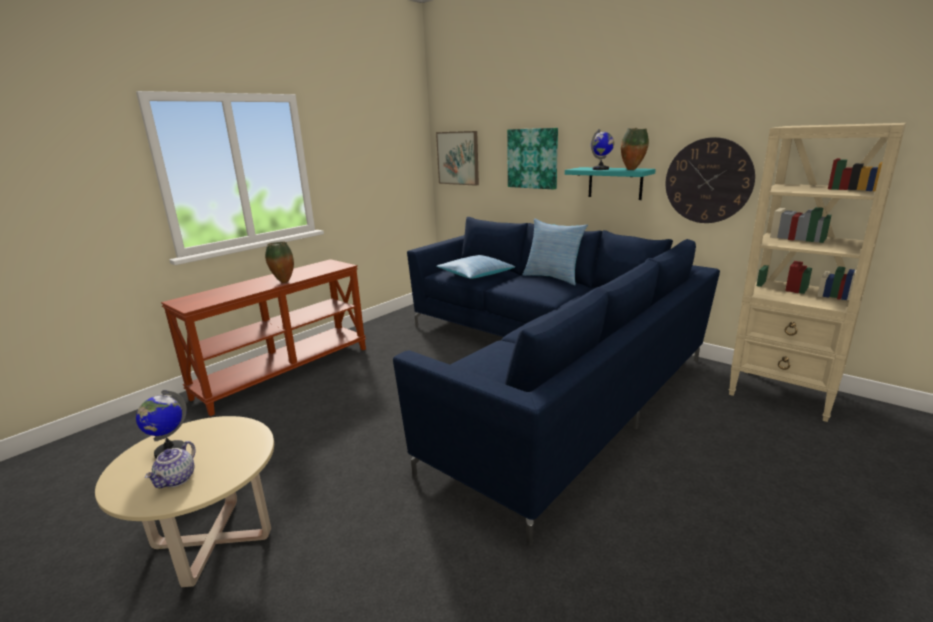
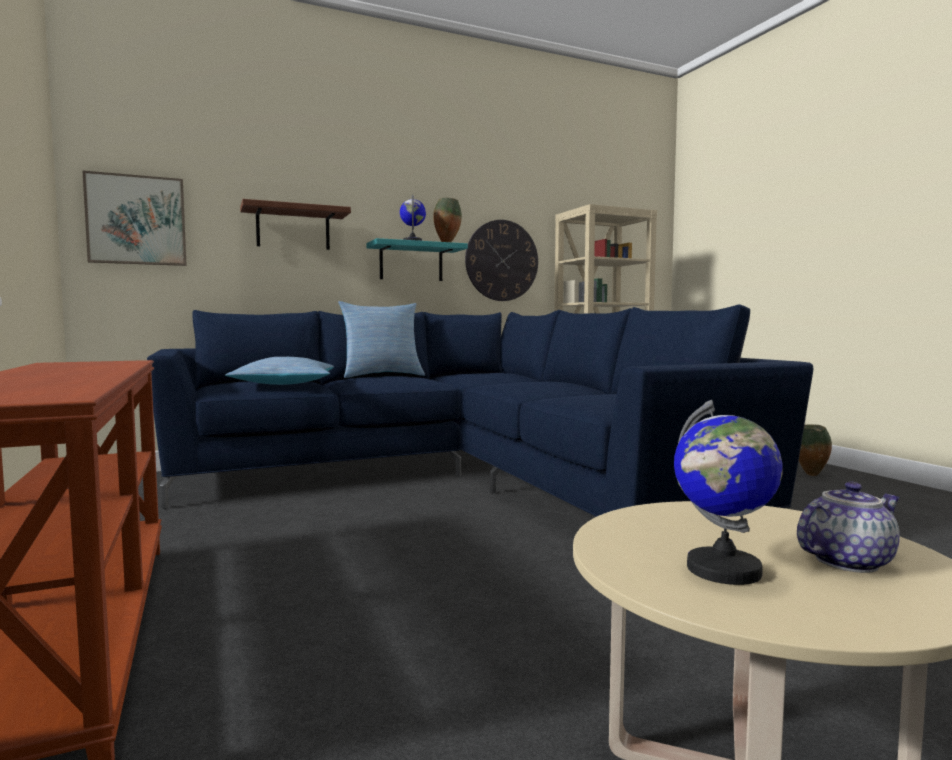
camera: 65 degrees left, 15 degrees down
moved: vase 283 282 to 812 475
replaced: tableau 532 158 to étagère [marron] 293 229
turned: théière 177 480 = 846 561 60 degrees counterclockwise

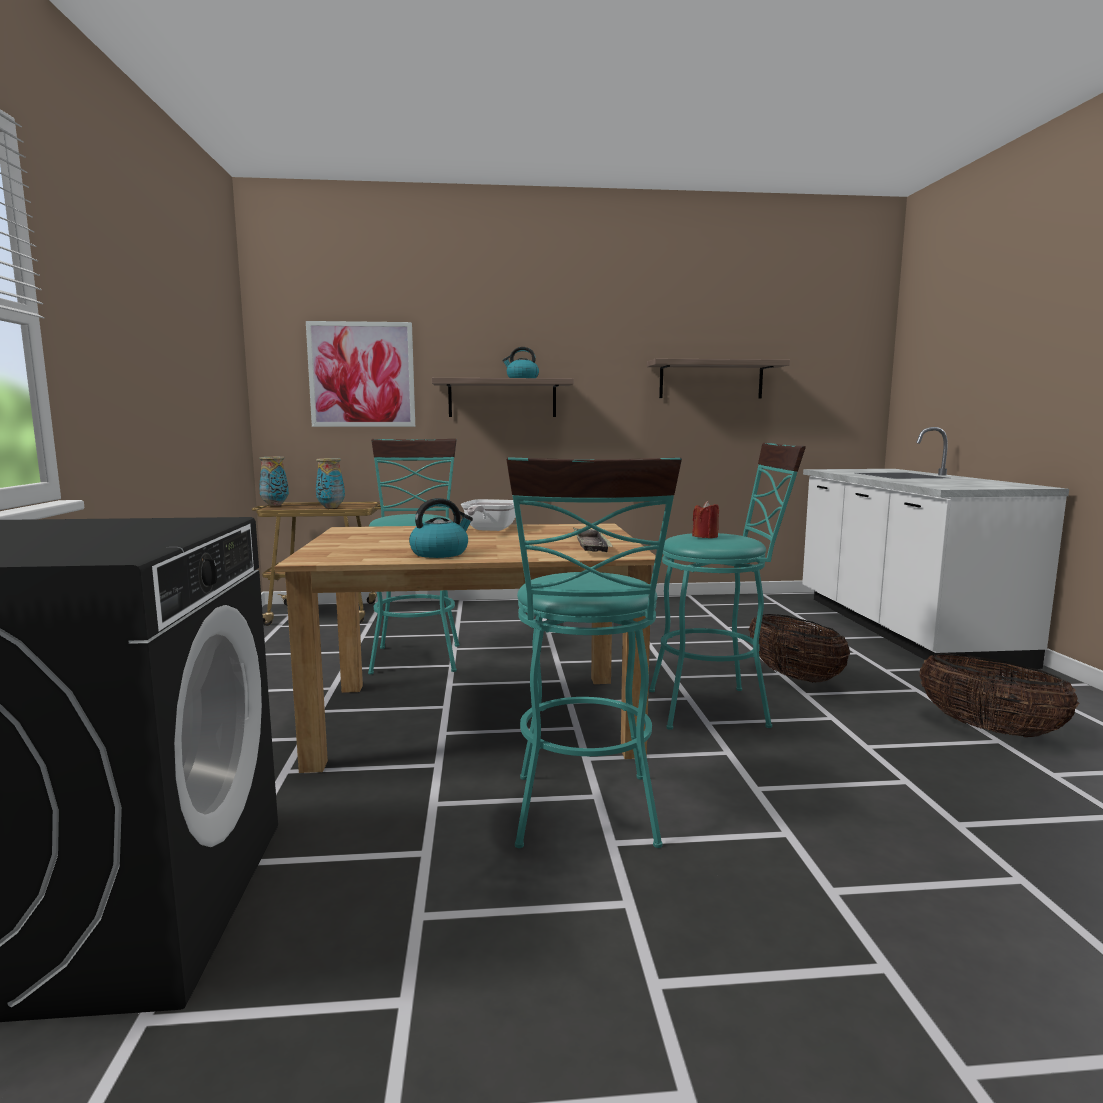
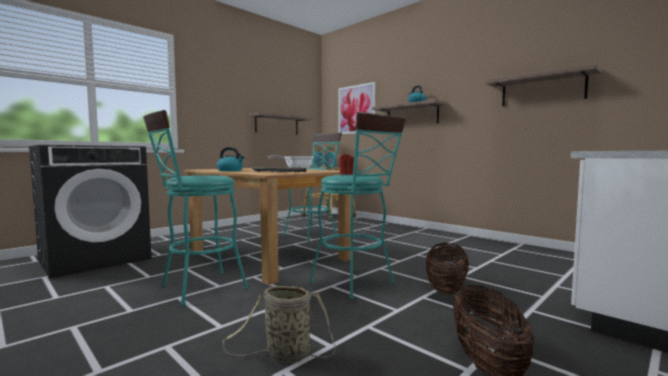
camera: 50 degrees right, 5 degrees down
added: panier 285 355; étagère 277 124

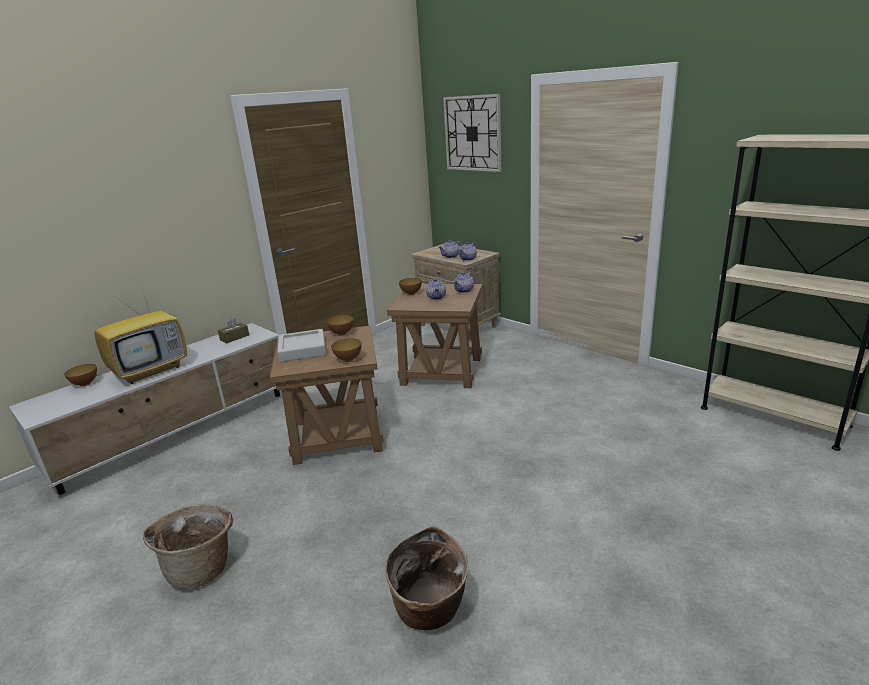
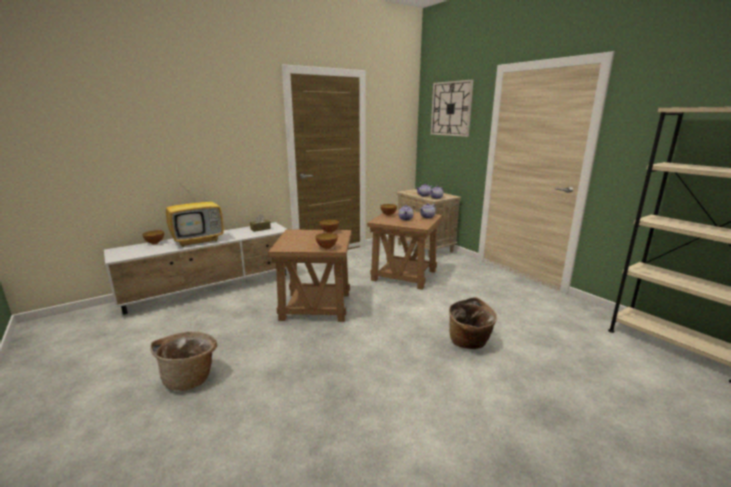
camera: 10 degrees right, 5 degrees down
removed: plateau [gris] 302 350
moved: panier 430 610 to 469 343

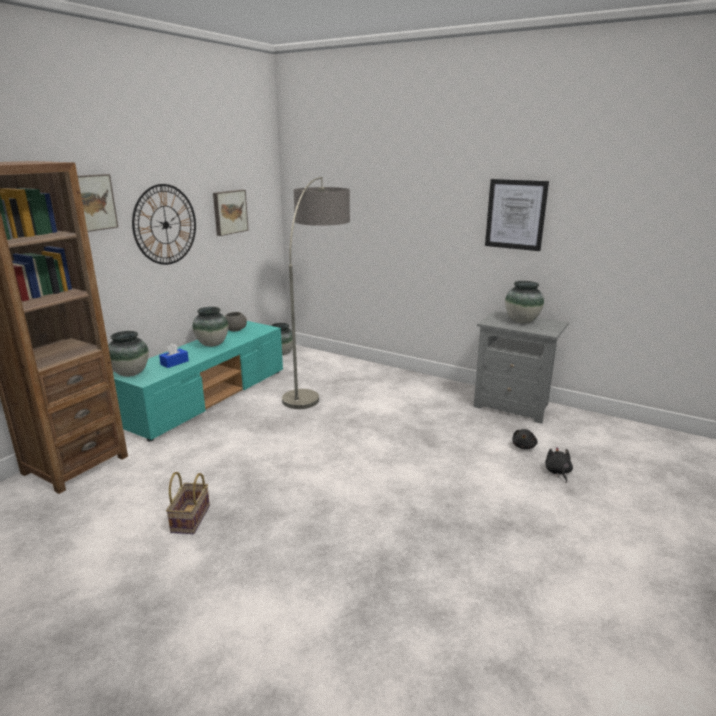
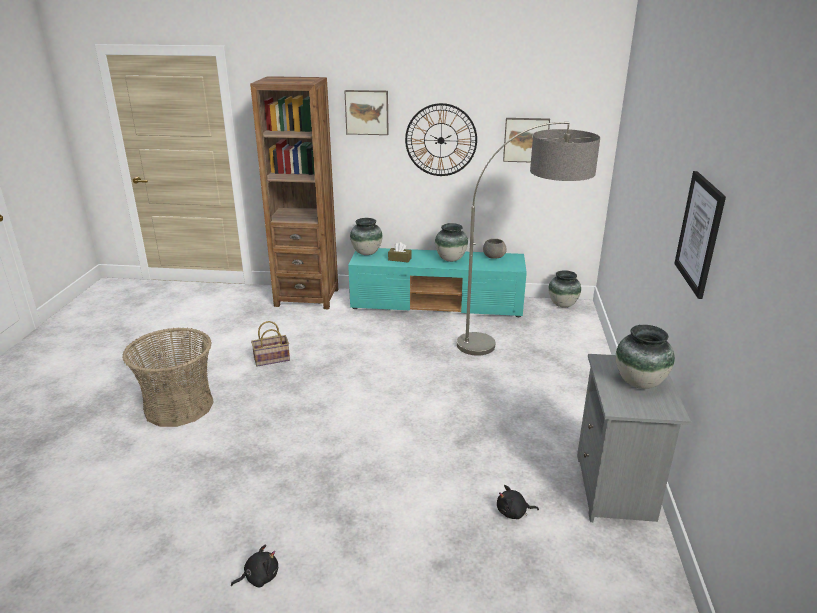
camera: 65 degrees right, 5 degrees up
added: panier 179 406
moved: peluche [noir] 557 472 to 259 577
recoloured: boîte à mouchoirs [bleu] 174 363 to boîte à mouchoirs [marron] 399 259

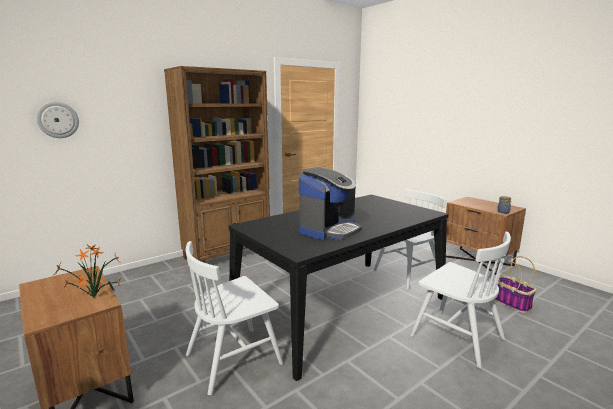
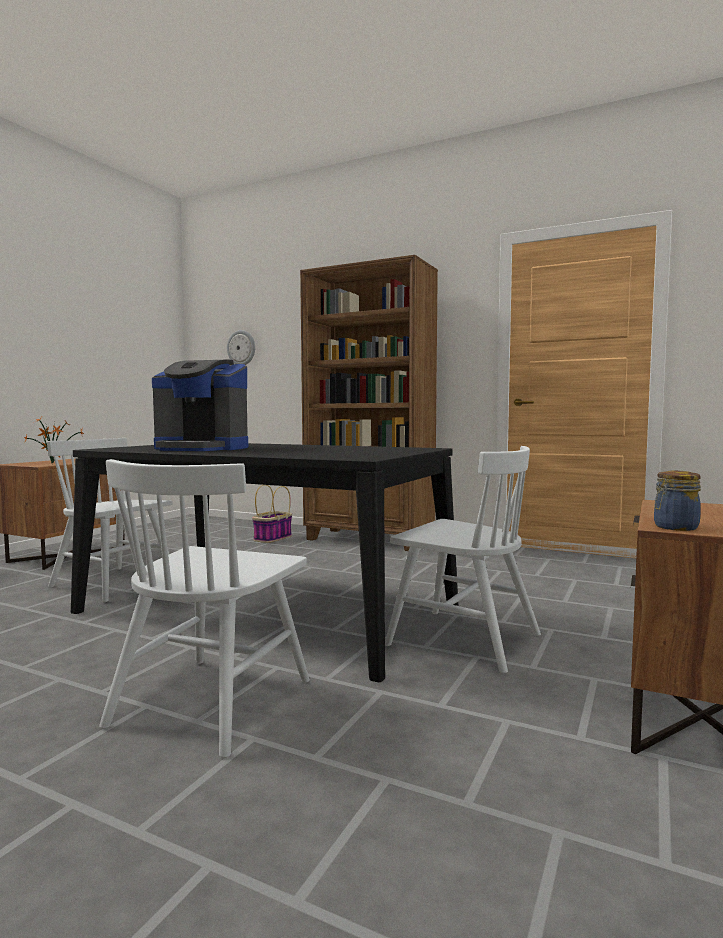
camera: 65 degrees right, 10 degrees down
moved: panier 512 303 to 272 538

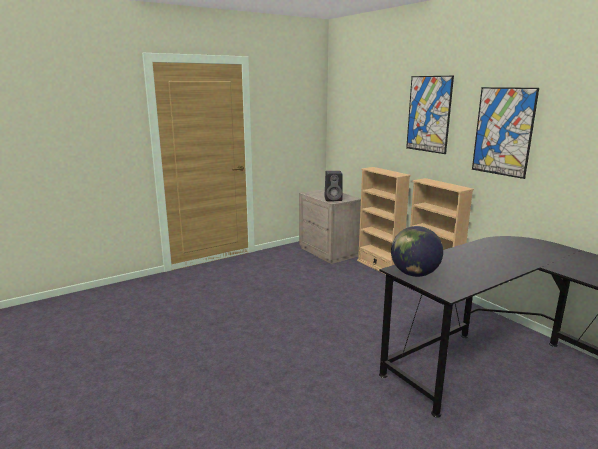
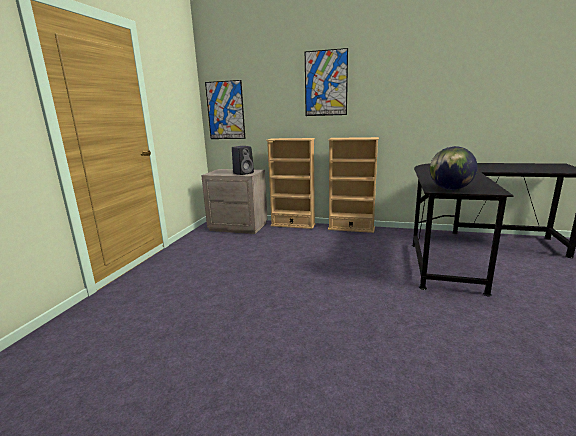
camera: 40 degrees left, 0 degrees up
moved: tableau 503 131 to 225 110

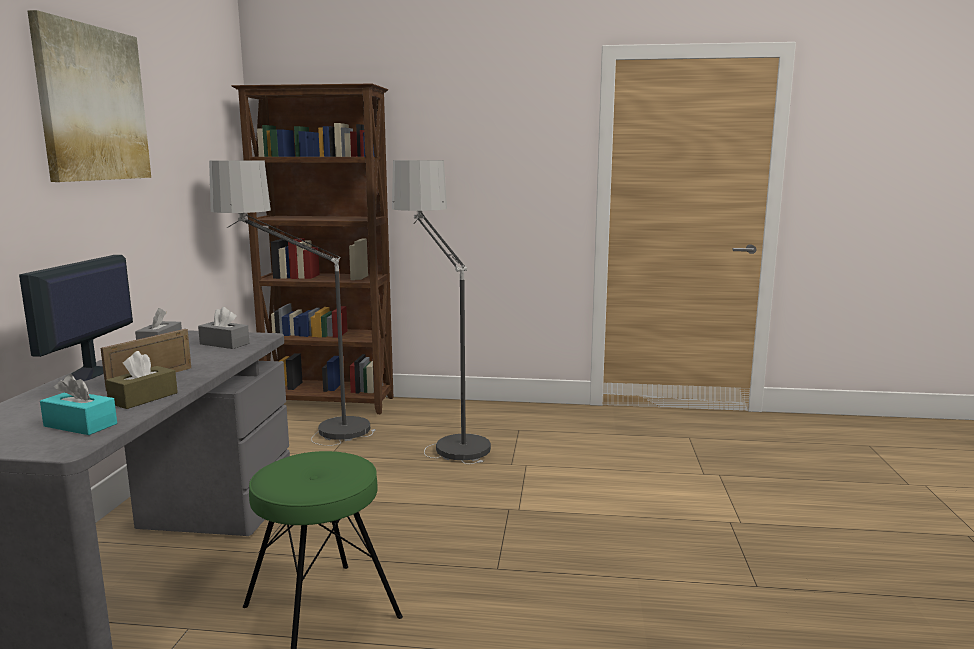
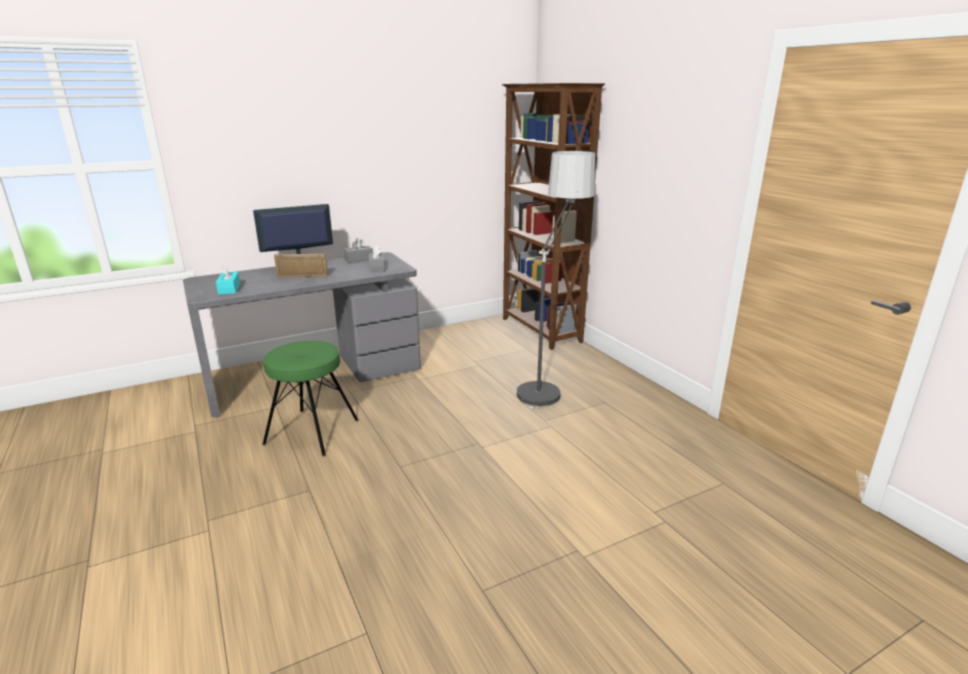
camera: 55 degrees right, 10 degrees up
removed: tableau 92 104; boîte à mouchoirs [marron] 143 398; lampadaire 302 433

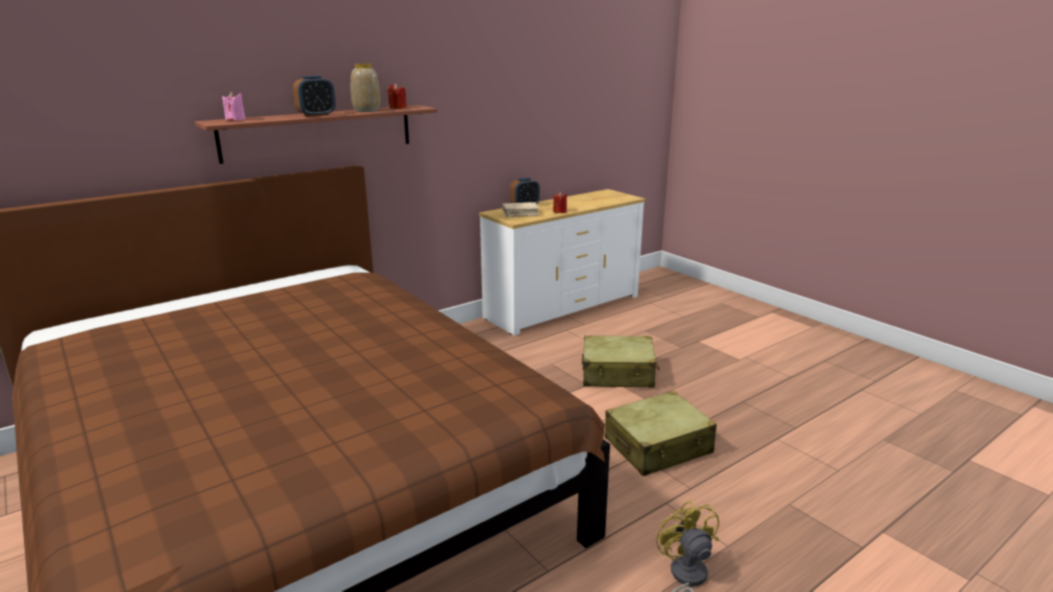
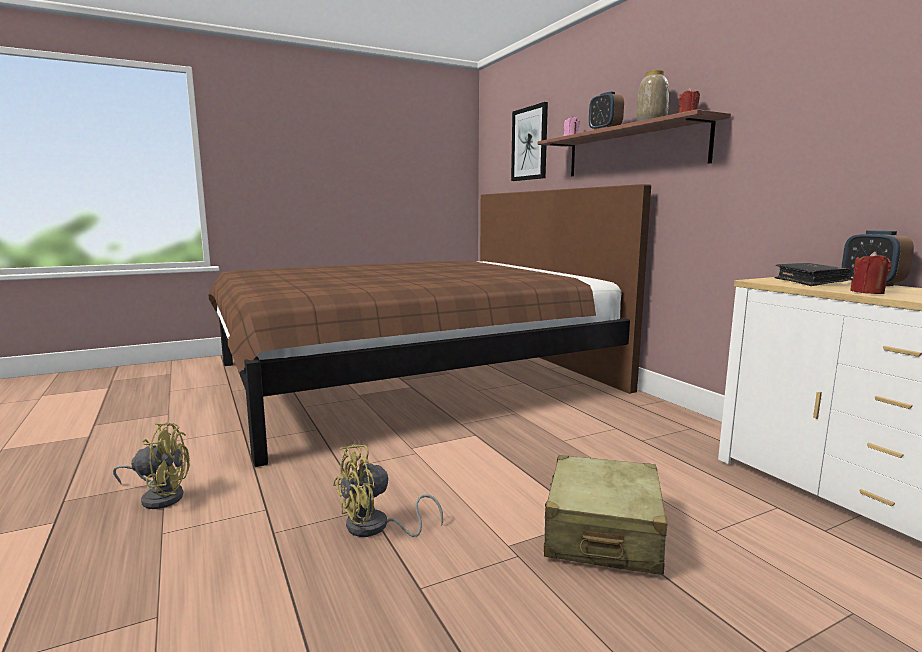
camera: 100 degrees right, 10 degrees down
added: tableau 529 143
replaced: valise [beige] 658 446 to ventilateur [jaune] 376 528
recoloured: livre [beige] 520 214 to livre [noir] 810 282

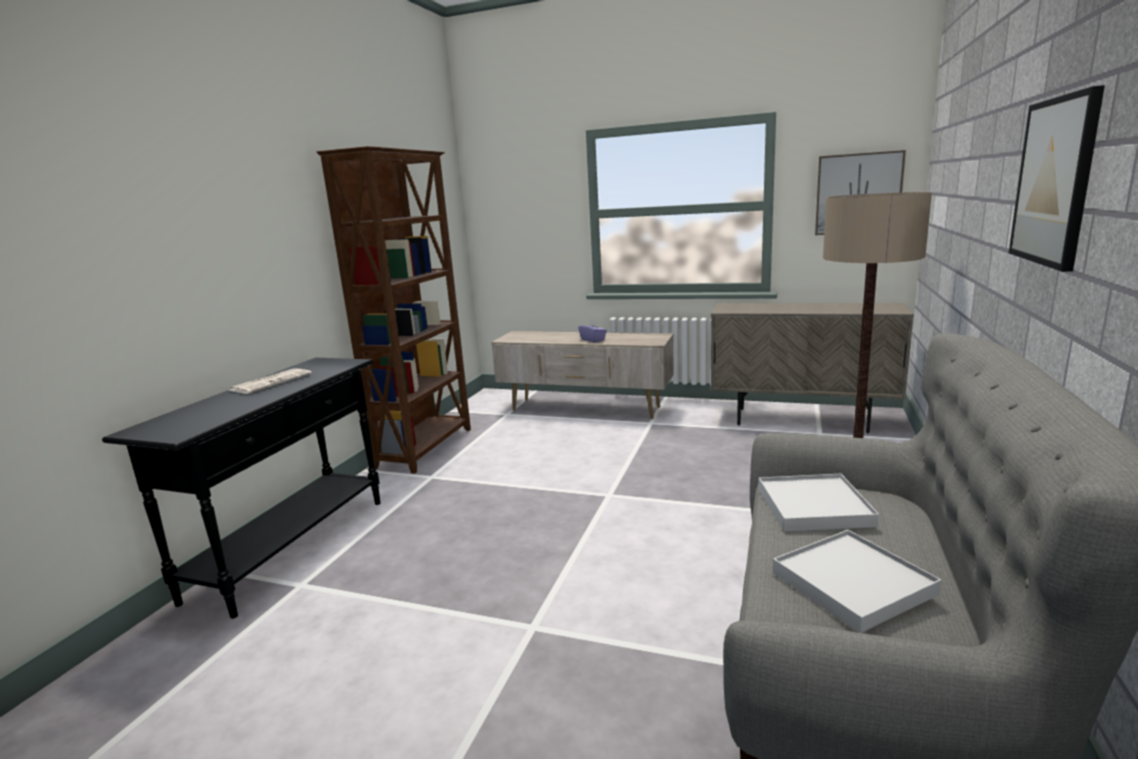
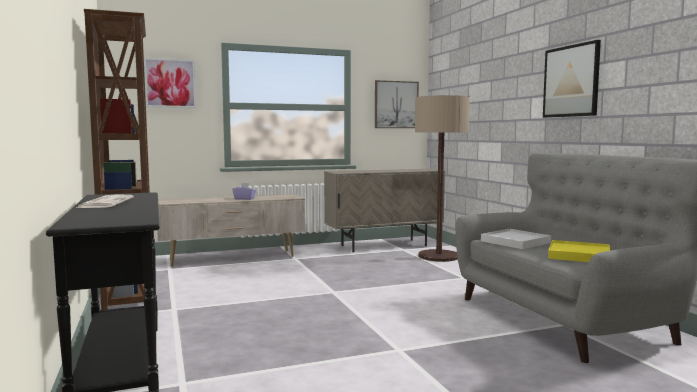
camera: 40 degrees left, 10 degrees down
added: tableau 170 83
recoloured: plateau [blanc] 852 583 to plateau [jaune] 578 255

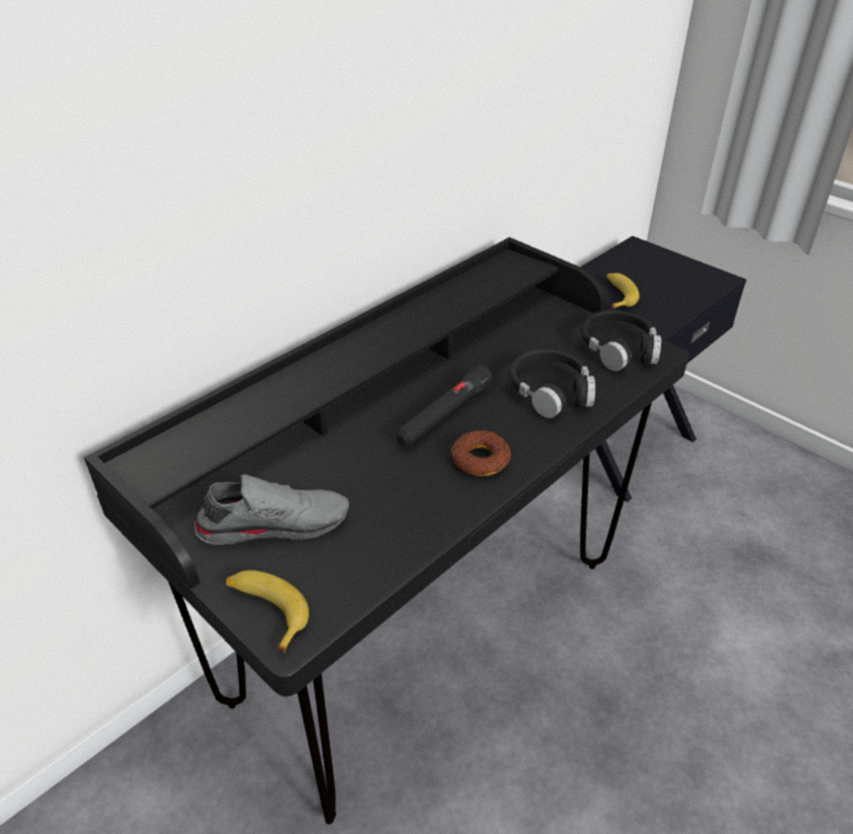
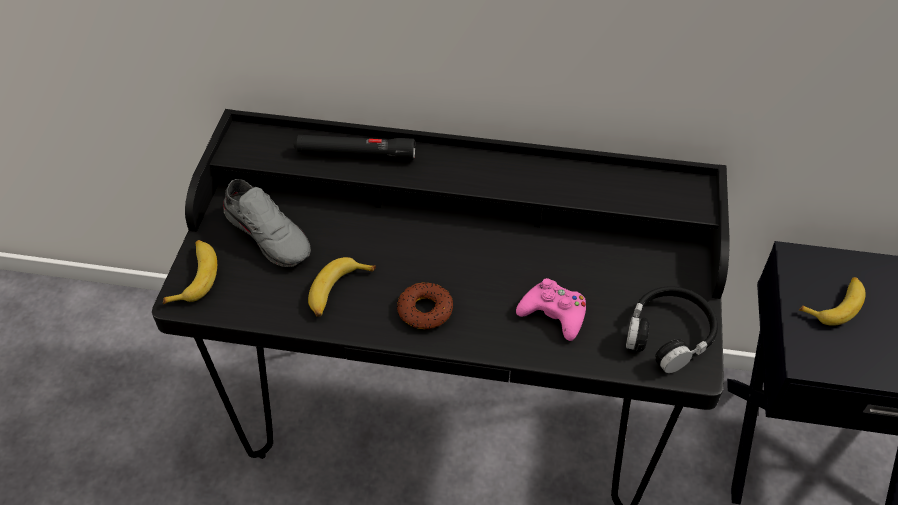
camera: 55 degrees right, 10 degrees up
added: banane 337 292
moved: lampe de poche [noir] 444 414 to 355 154
replaced: casque audio [noir] 550 391 to manette [rose] 553 314

